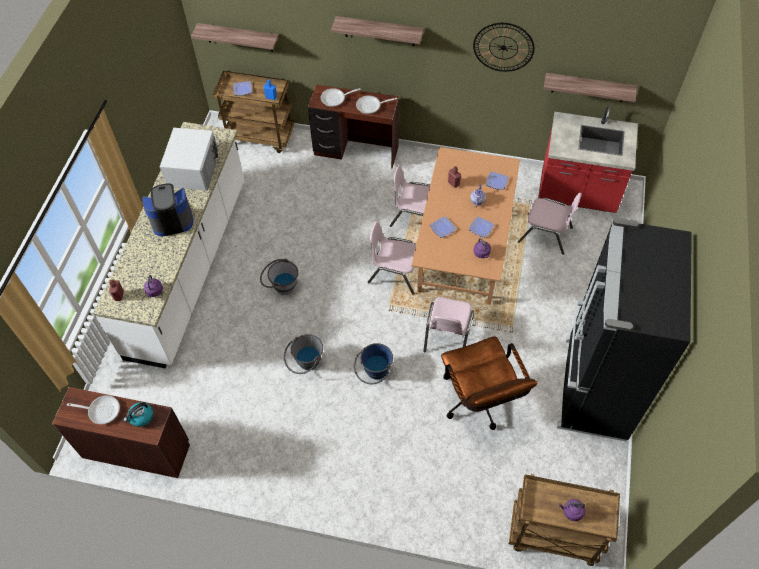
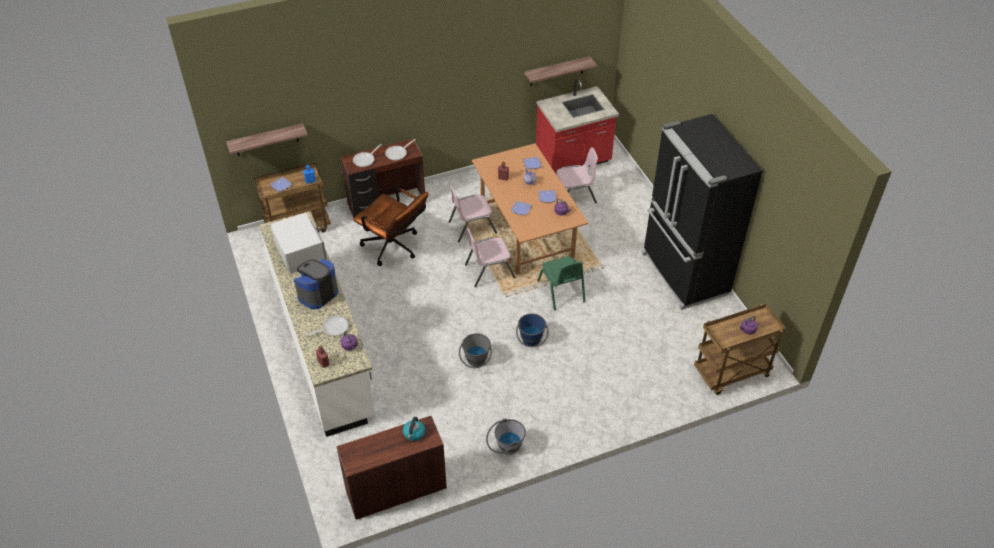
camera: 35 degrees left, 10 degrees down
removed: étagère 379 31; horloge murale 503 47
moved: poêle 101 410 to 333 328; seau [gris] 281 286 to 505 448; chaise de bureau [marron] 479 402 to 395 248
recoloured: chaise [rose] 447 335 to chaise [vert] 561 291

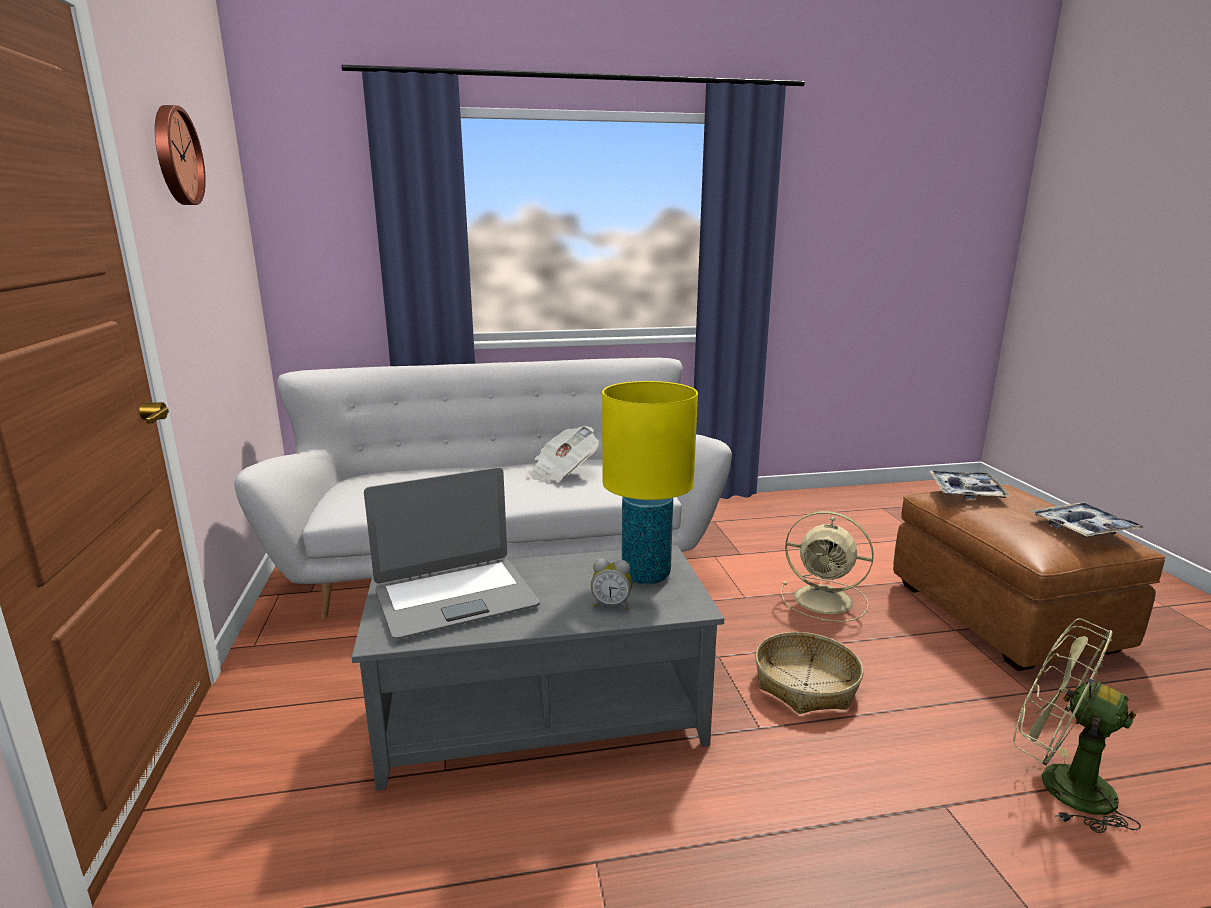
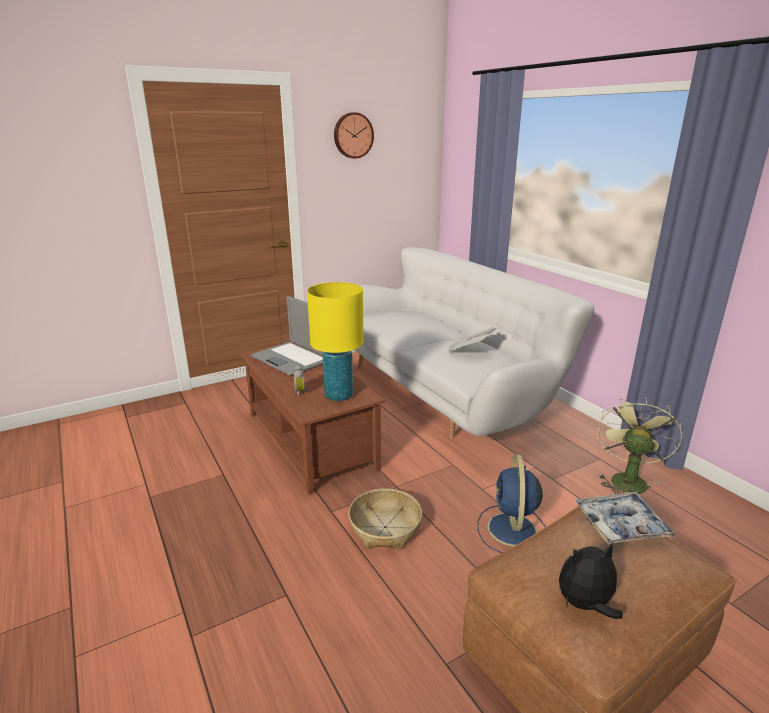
camera: 70 degrees right, 5 degrees up
moved: ventilateur [vert] 1059 784 to 627 479
replaced: plateau 1083 528 to peluche 585 605
recoloured: table basse [gris] 542 716 to table basse [marron] 311 440; ventilateur [beige] 825 600 to ventilateur [bleu] 512 531

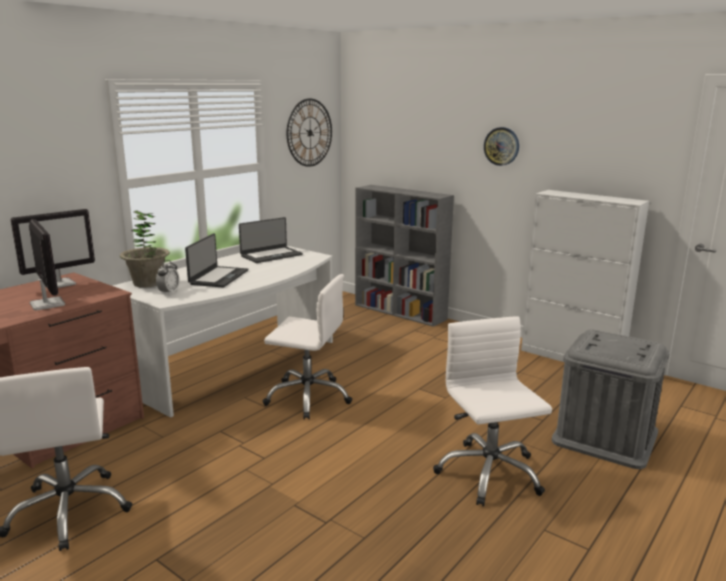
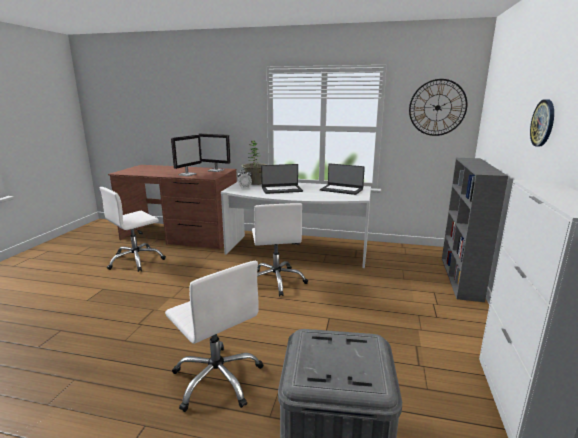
camera: 65 degrees right, 0 degrees up
turned: chaise de bureau [blanc] 488 473 = 218 379 90 degrees clockwise

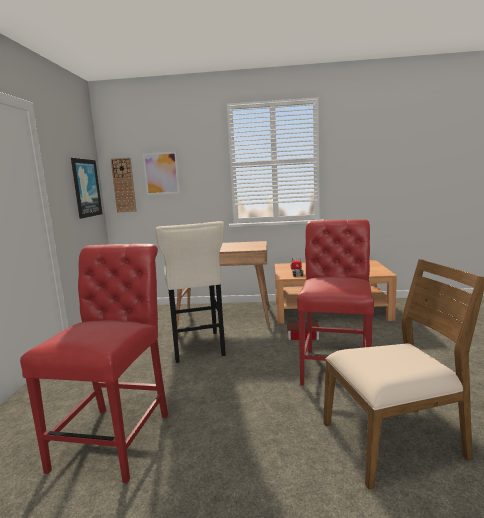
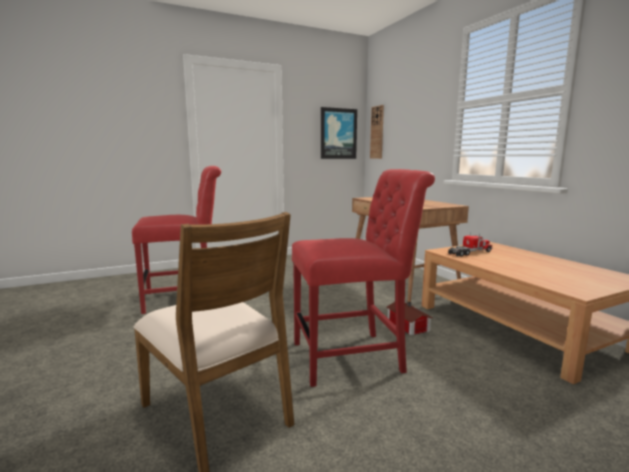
camera: 60 degrees right, 0 degrees up
removed: tableau 161 173; tabouret [beige] 198 348

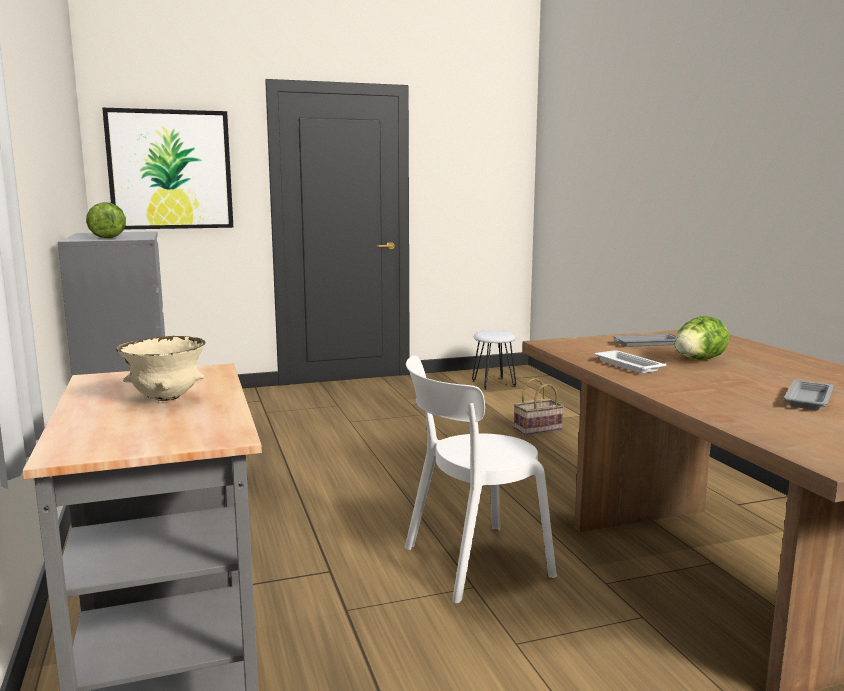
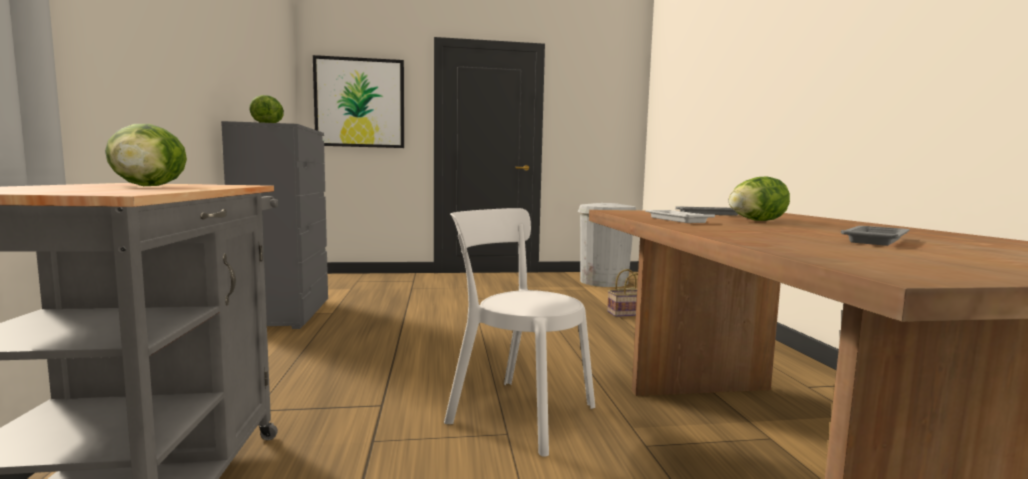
camera: 10 degrees right, 5 degrees down
replaced: bol [beige] 166 399 to laitue 147 186; tabouret [blanc] 494 384 to poubelle [blanc] 604 281
turned: chaise [blanc] 471 562 = 516 411 45 degrees clockwise

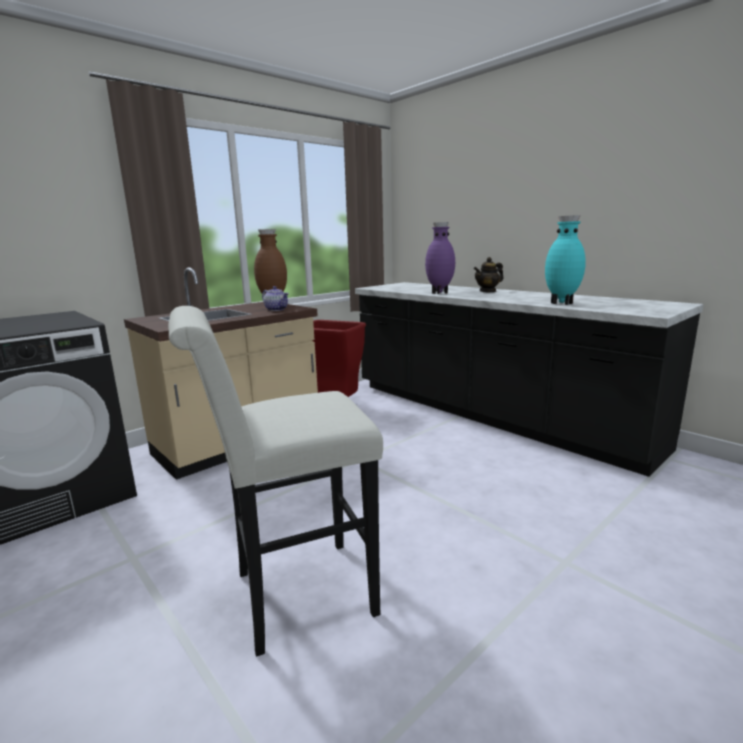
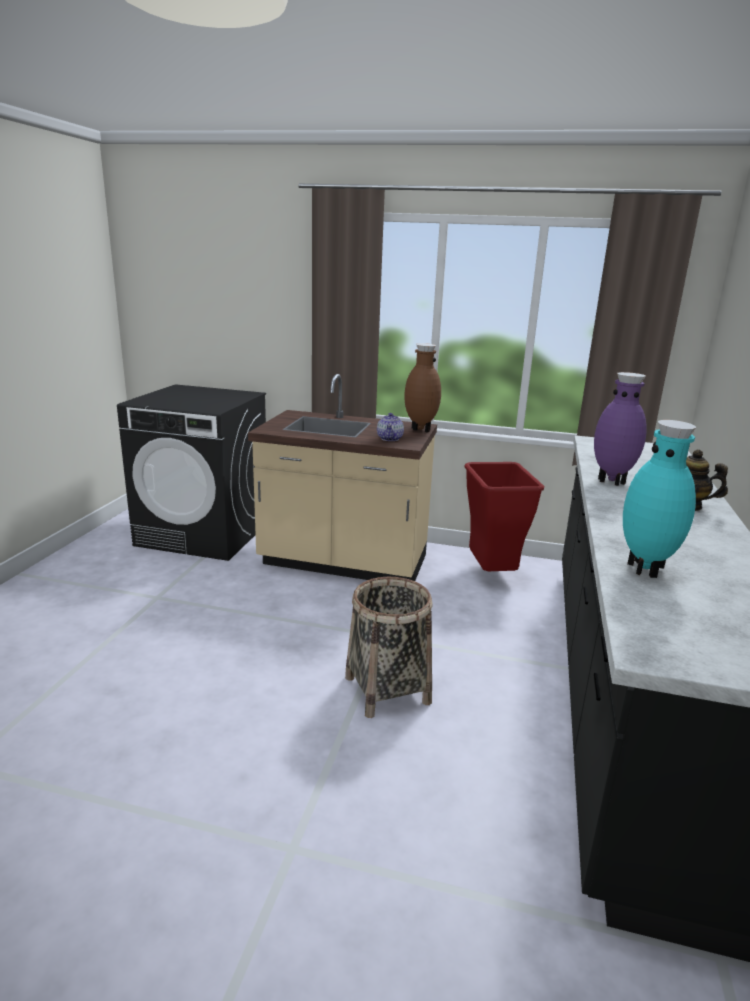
camera: 55 degrees right, 5 degrees up
removed: tabouret [blanc] 293 596
added: panier 387 689

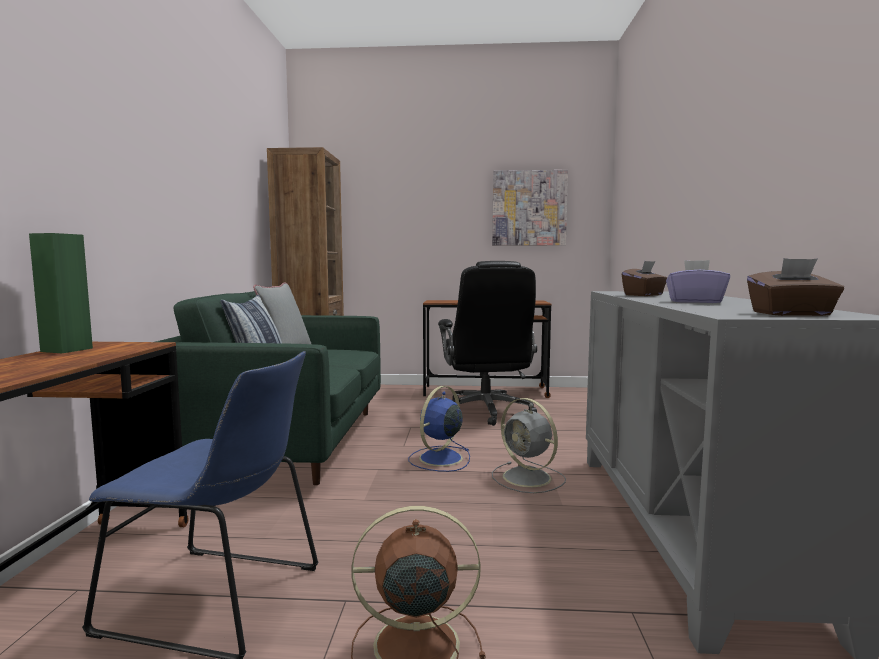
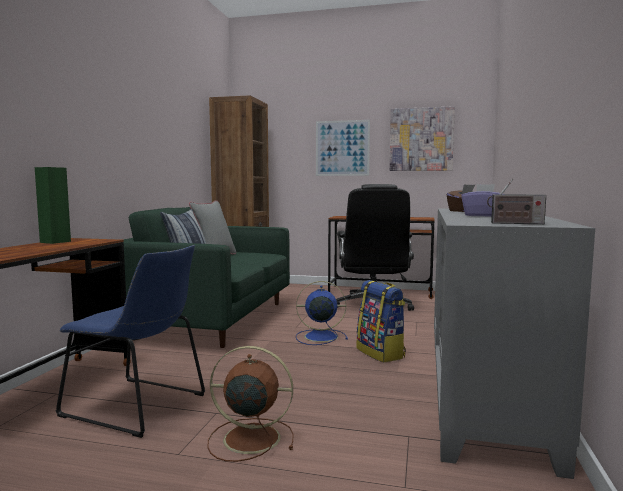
camera: 10 degrees right, 0 degrees up
added: tableau 342 148
replaced: ventilateur [gris] 528 478 to sac à dos 381 353; boîte à mouchoirs [marron] 791 314 to radio 514 223
turned: ventilateur [bleu] 439 459 = 319 337 45 degrees clockwise

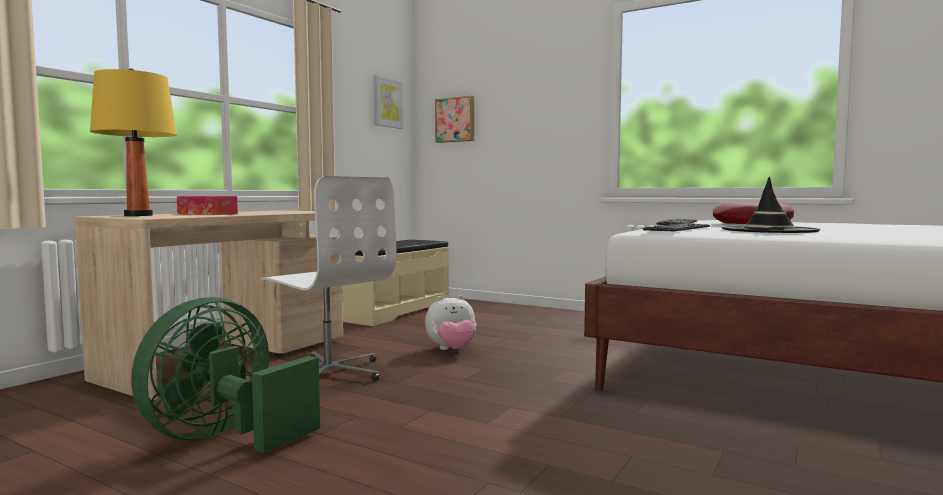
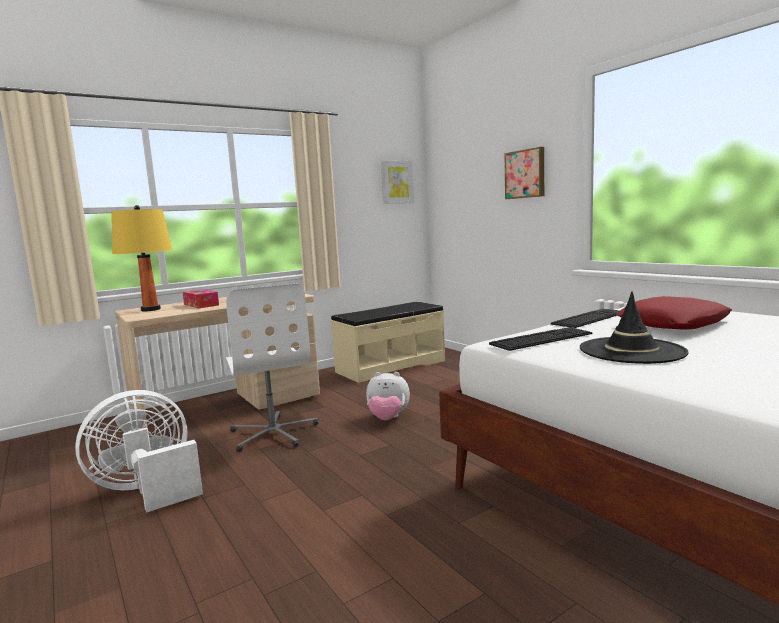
camera: 25 degrees right, 5 degrees up
moved: tableau 455 120 to 525 174
recoloured: ventilateur [vert] 225 438 to ventilateur [blanc] 147 490

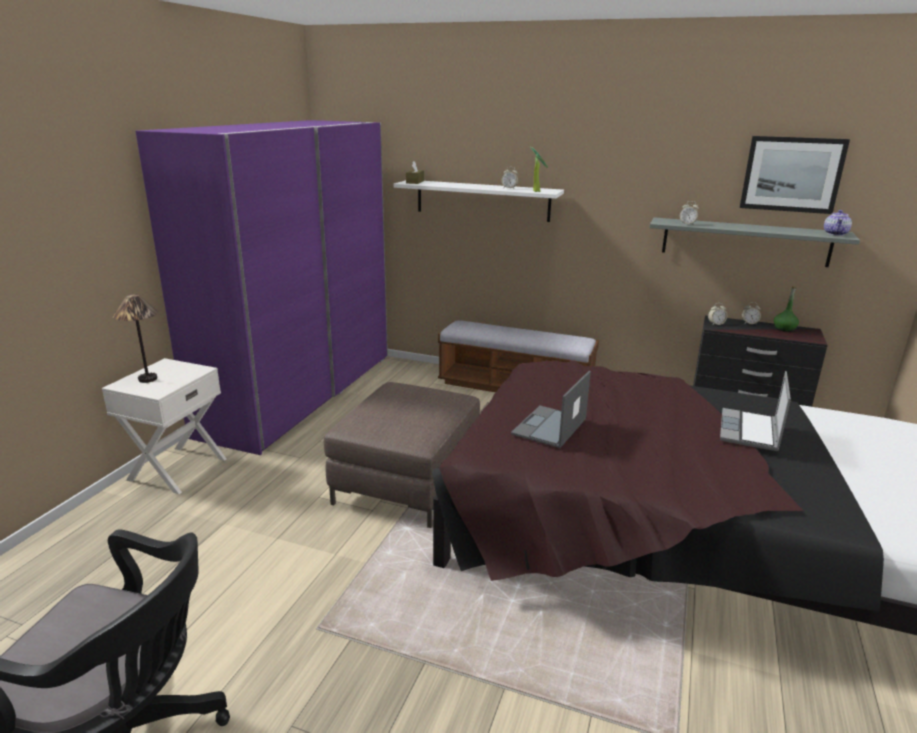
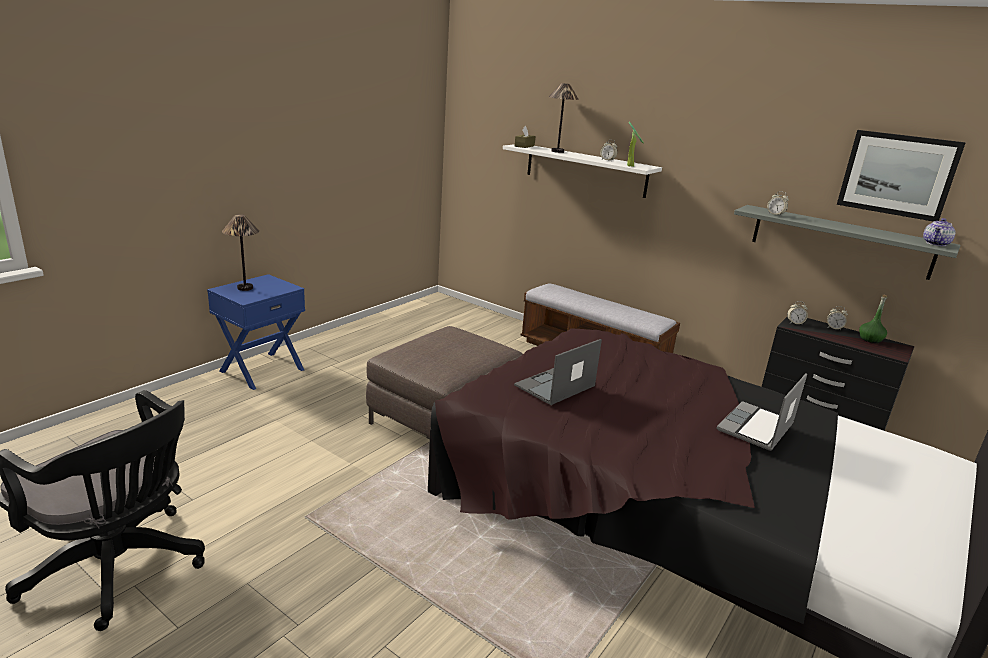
camera: 15 degrees right, 0 degrees up
removed: armoire [violet] 300 393
added: lampe de table 558 151
recoloured: table de chevet [blanc] 177 469 to table de chevet [bleu] 261 370

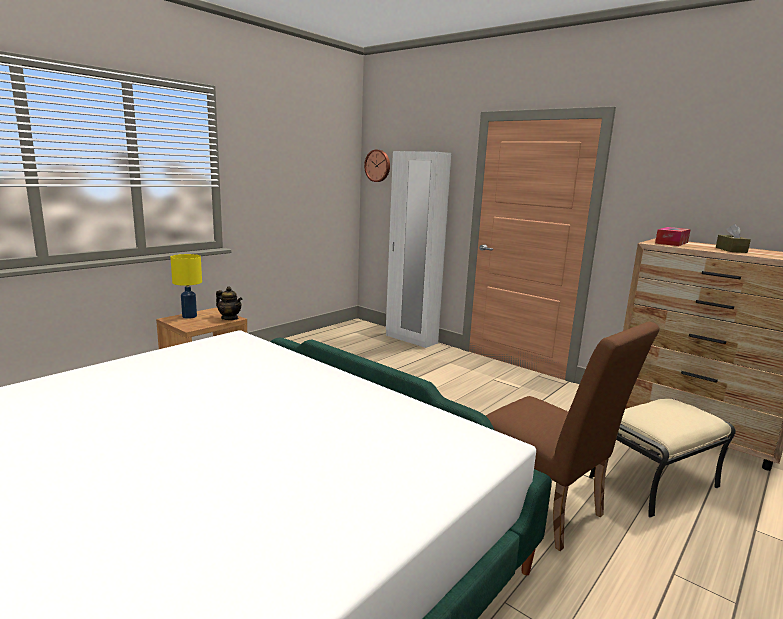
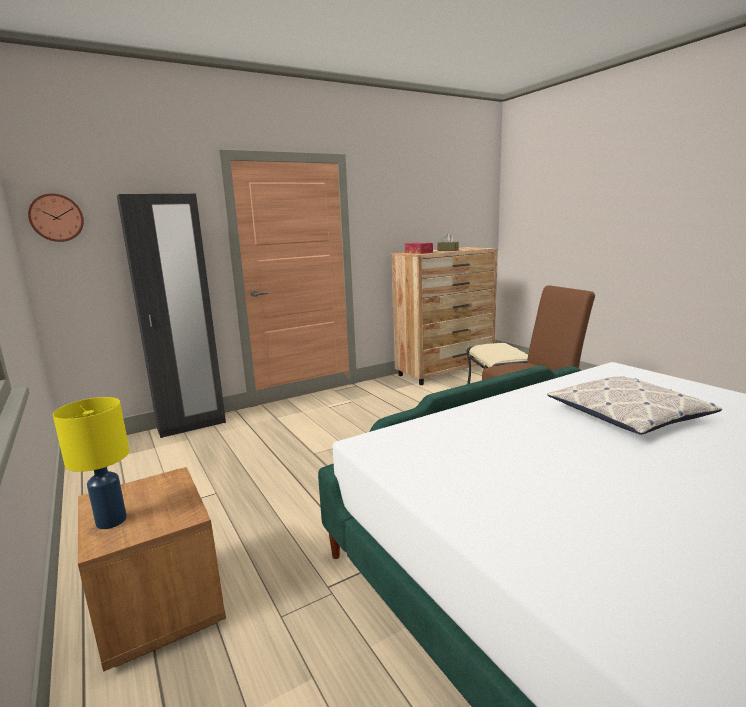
camera: 70 degrees left, 0 degrees up
removed: théière 230 318
added: coussin 628 415
recoloured: armoire [blanc] 411 339 to armoire [noir] 192 426

